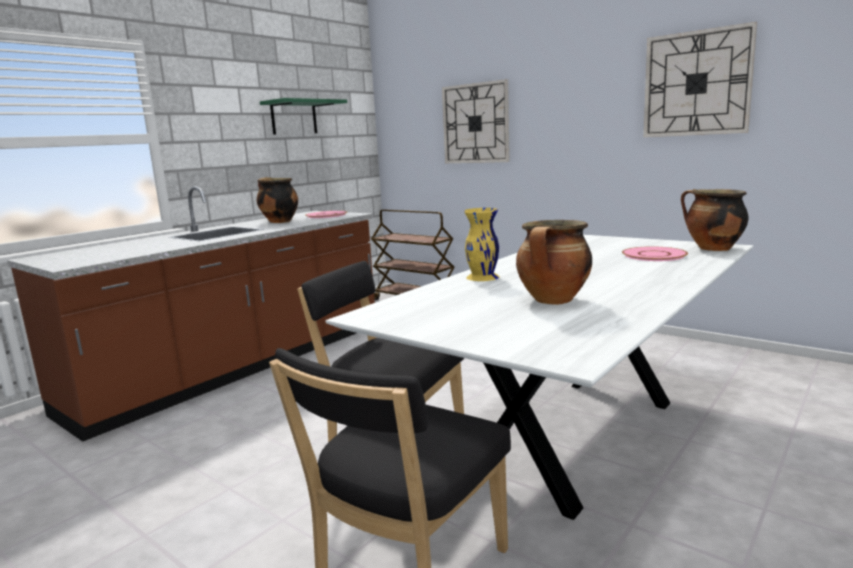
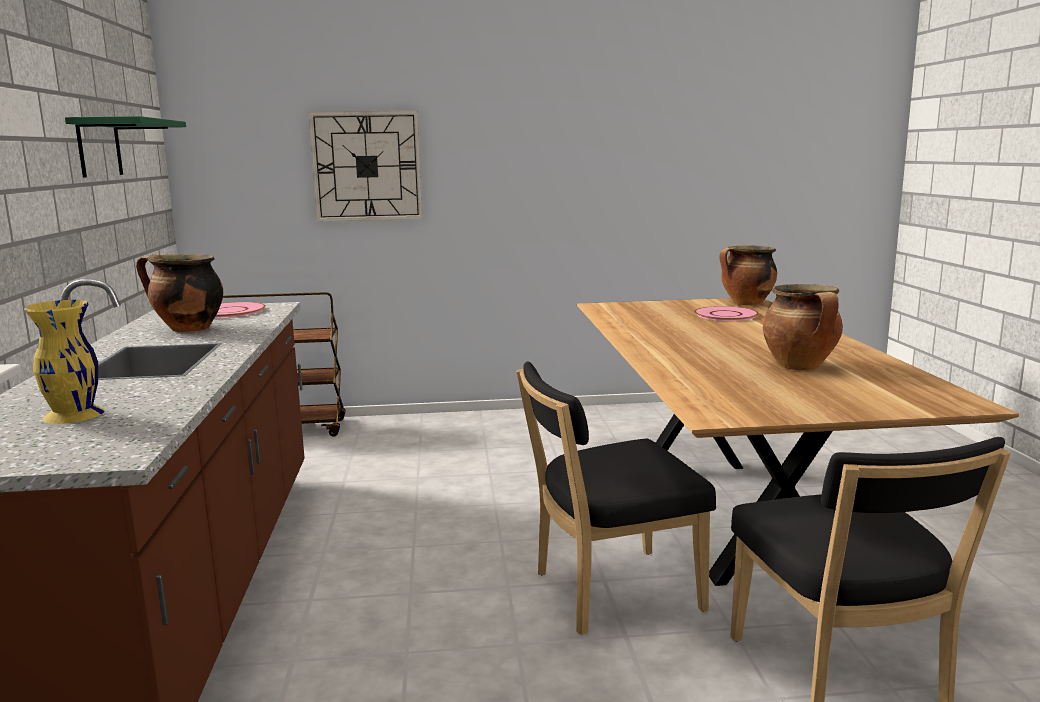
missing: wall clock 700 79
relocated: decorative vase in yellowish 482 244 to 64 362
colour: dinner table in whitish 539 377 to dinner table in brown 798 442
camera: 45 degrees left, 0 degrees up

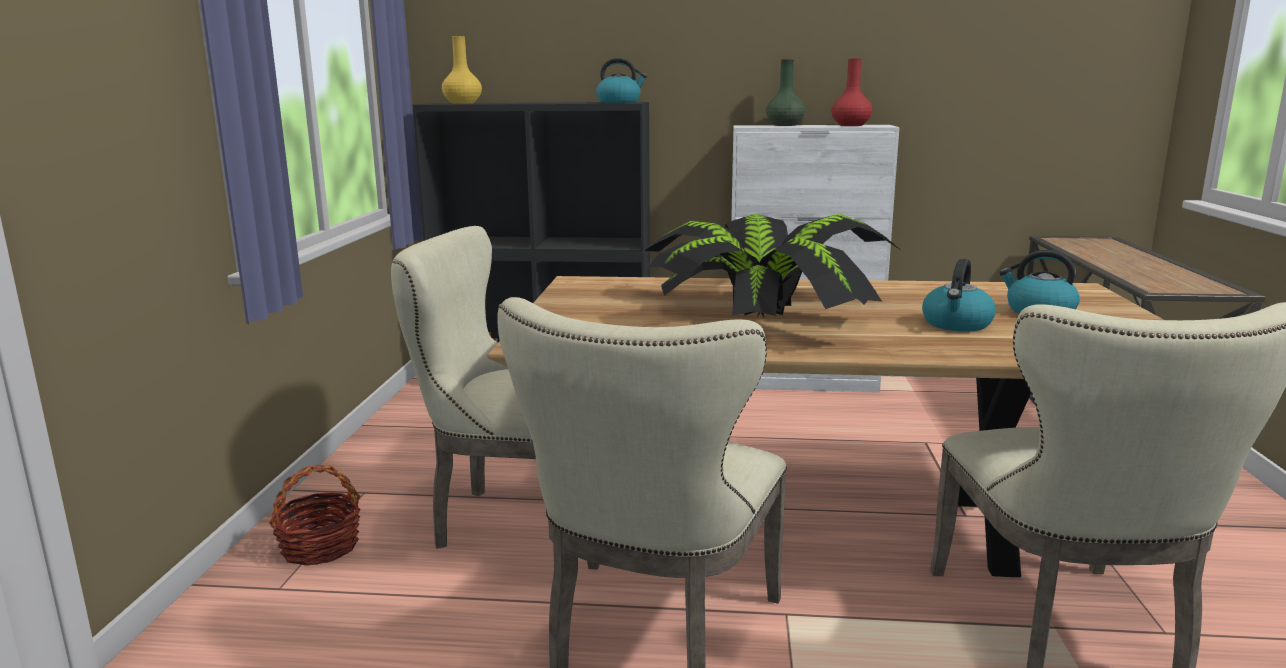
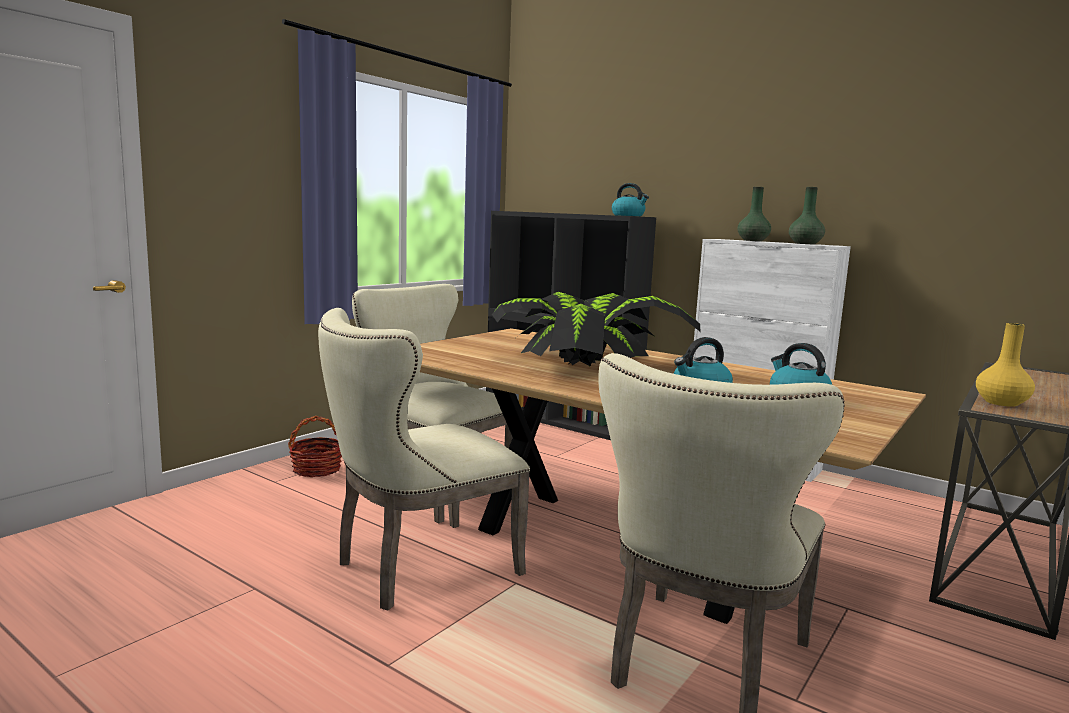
relocated: decorative vase in yellowish 462 70 to 1005 365
colour: decorative vase in red 852 92 to decorative vase in green-coloured 807 215
camera: 30 degrees right, 5 degrees down

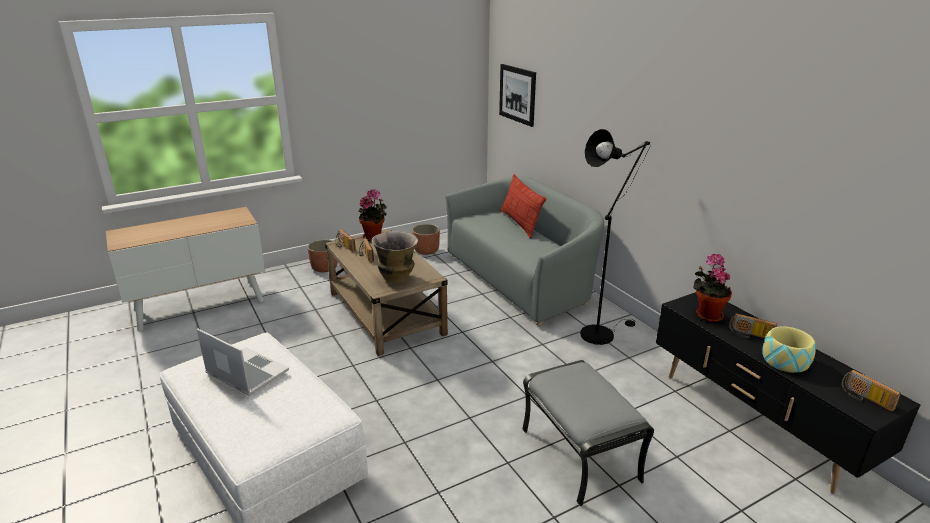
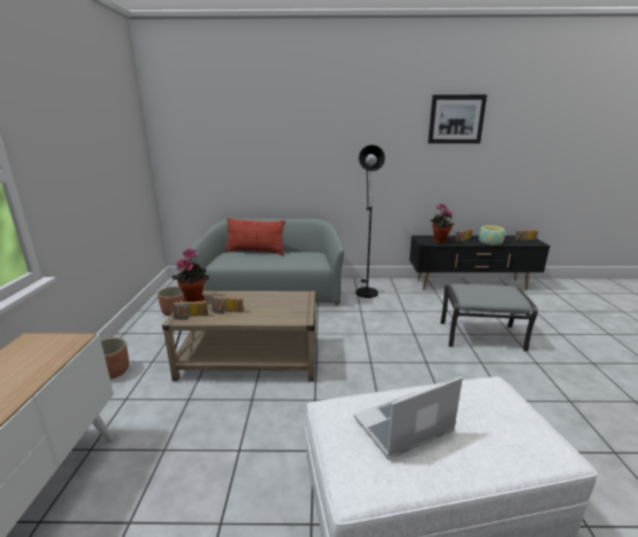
missing: decorative vase 394 257
relocated: picture 517 95 to 457 119
camera: 60 degrees left, 5 degrees down

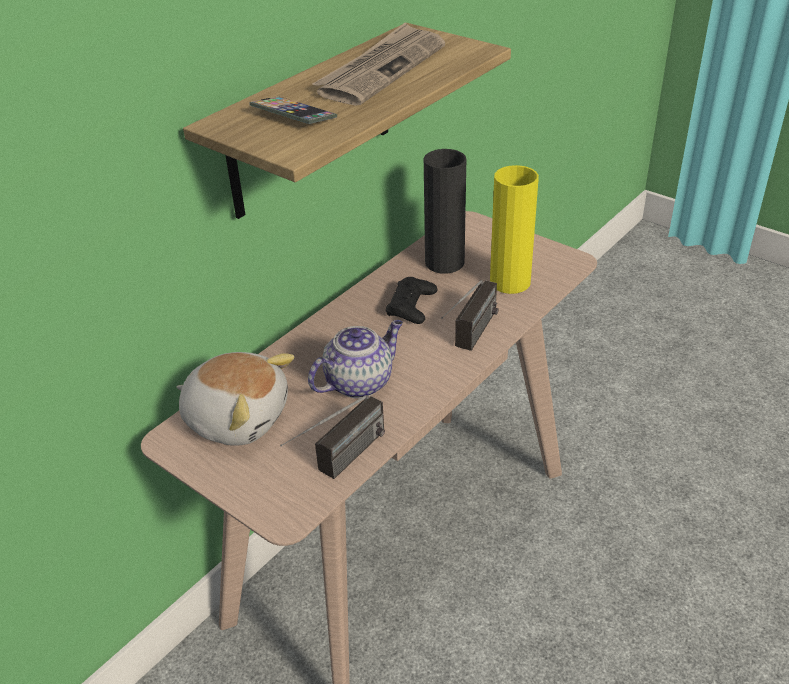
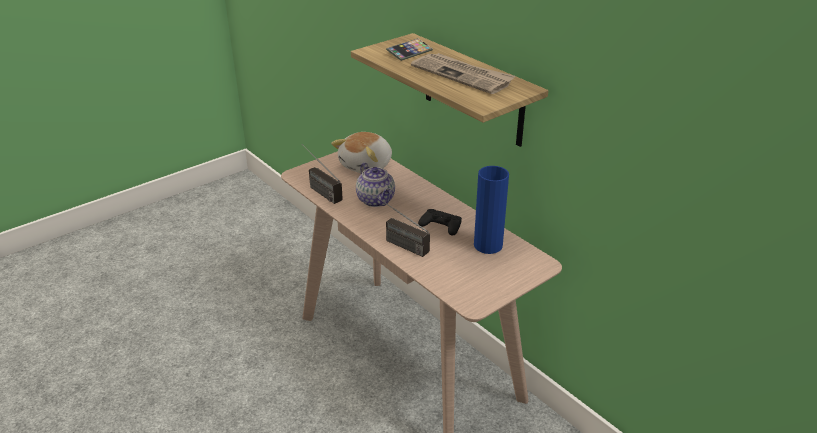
missing: decorative vase in yellowish 514 229
colour: decorative vase in blackish 445 211 to decorative vase in bluish 491 210
camera: 100 degrees right, 5 degrees down

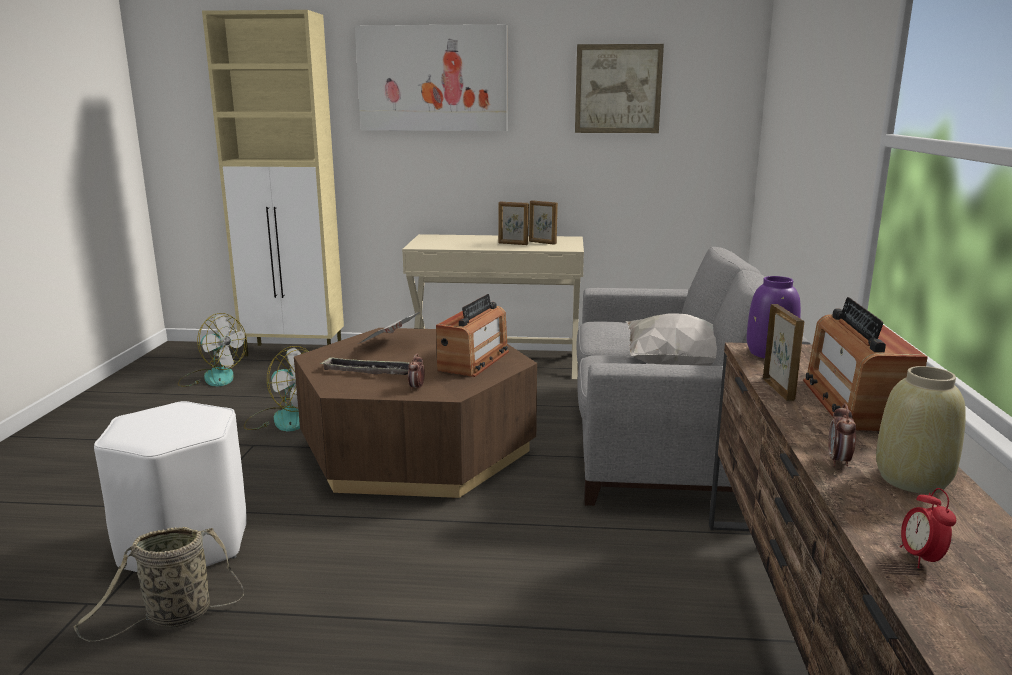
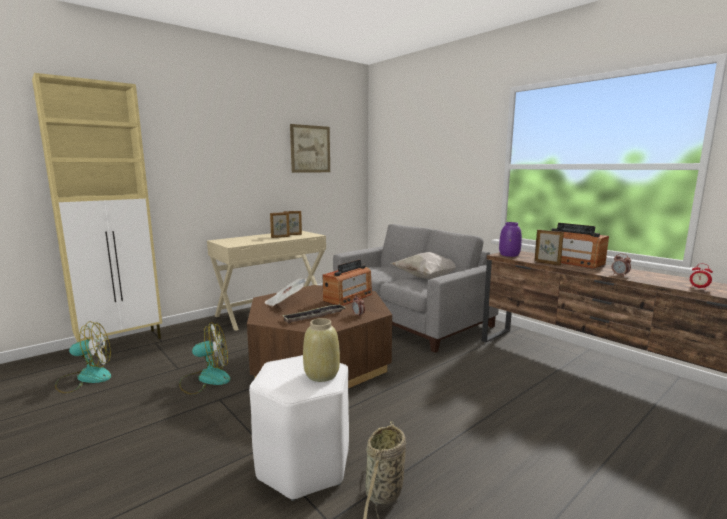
missing: picture 431 77
relocated: decorative vase in sand-coloured 921 430 to 321 350
spun: radio set 472 335 = 347 283 60 degrees clockwise
camera: 45 degrees left, 5 degrees down

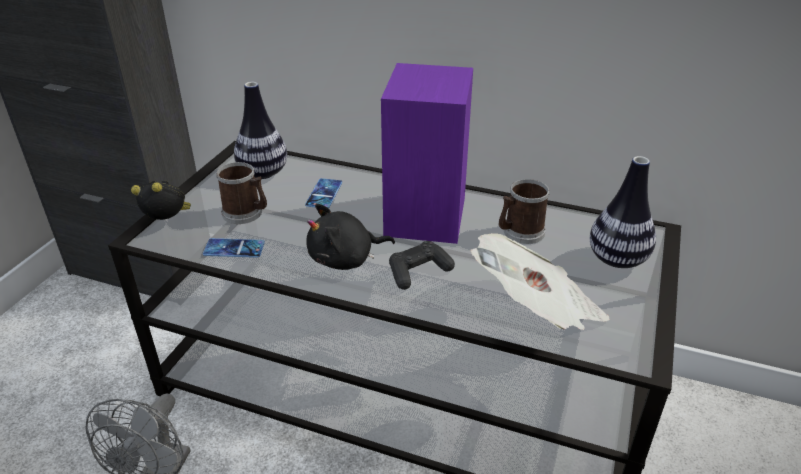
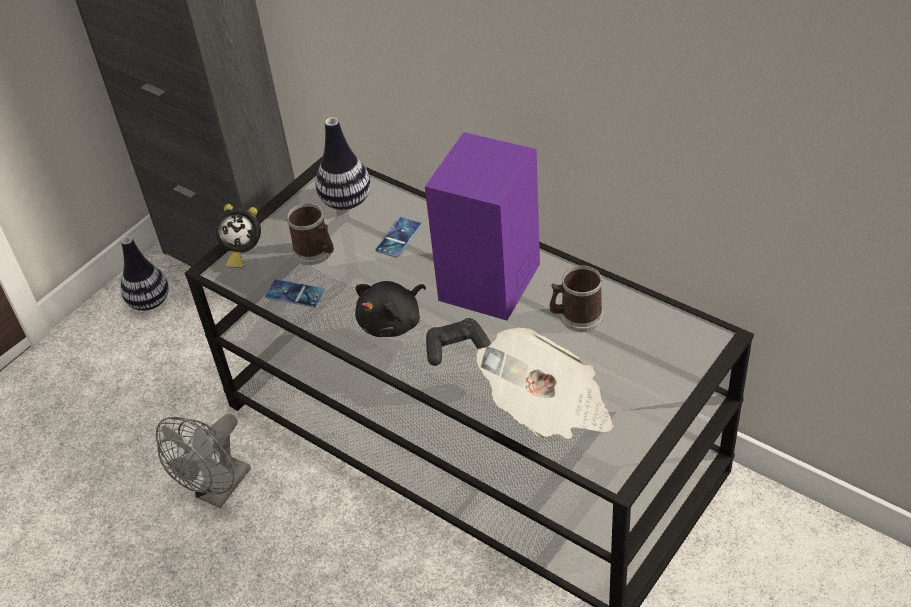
relocated: decorative vase 623 212 to 144 273
spun: bedside clock 161 200 = 238 236 150 degrees clockwise; plush toy in blackish 350 237 = 390 309 45 degrees counterclockwise
camera: 20 degrees right, 10 degrees up

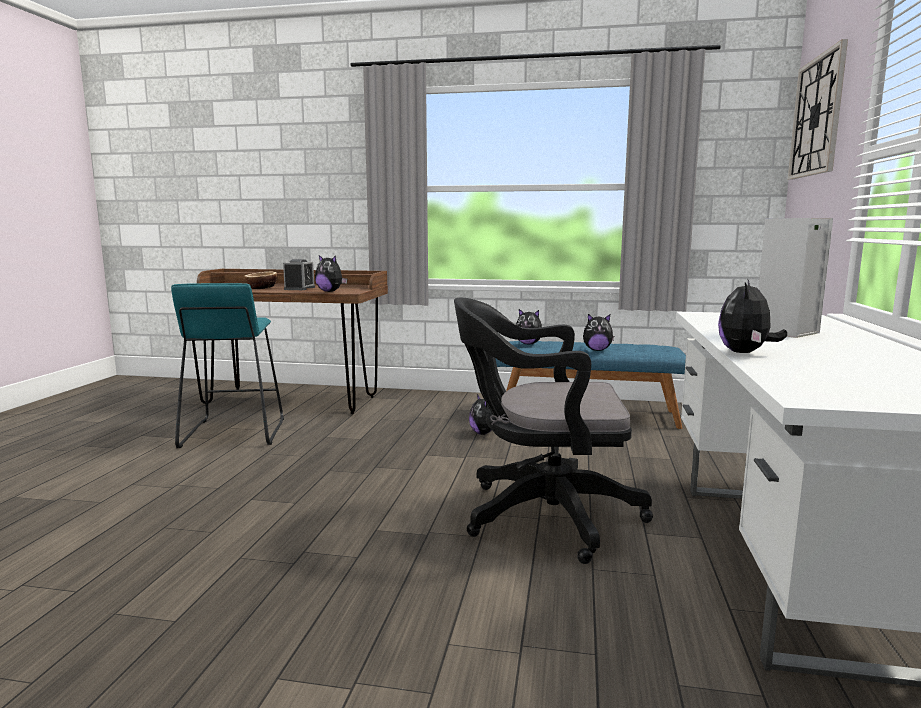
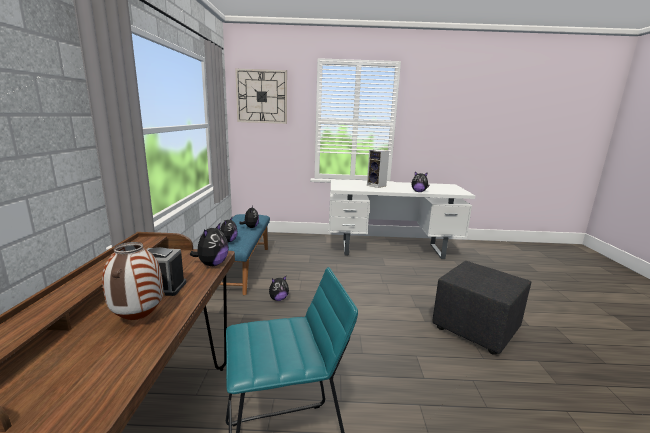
missing: computer chair in blackish 553 431
appeared: pouffe in blackish 482 308
exchanged: serving bowl 260 280 to decorative vase 132 281
camera: 100 degrees left, 5 degrees up

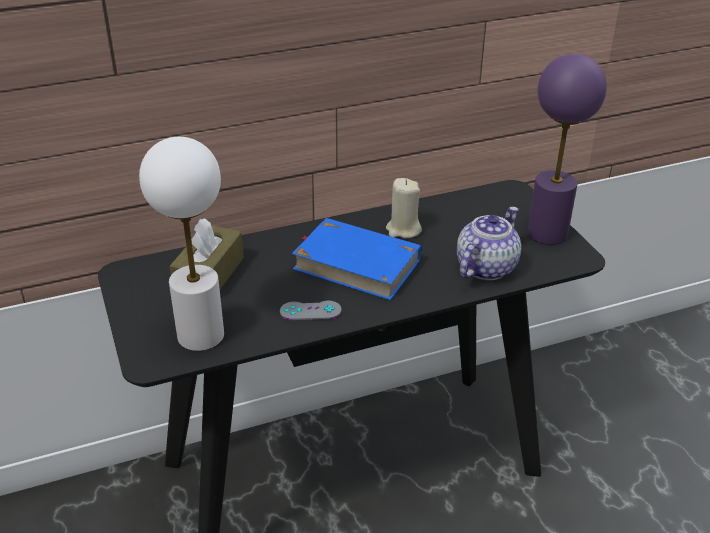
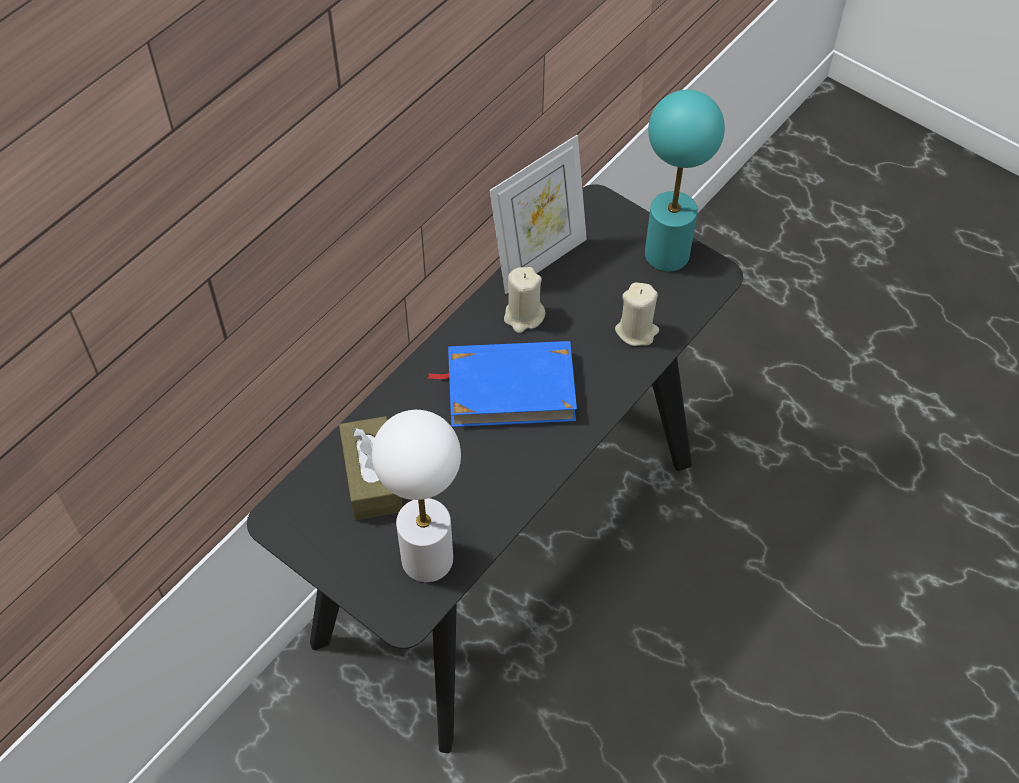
missing: game controller in greyish 311 310
appeared: photo frame 538 214
exchanged: pot for tea 489 243 to candle in sand-coloured 637 314
colour: tabletop lamp in purplish 567 149 to tabletop lamp in blue-green 685 181
camera: 30 degrees left, 20 degrees up

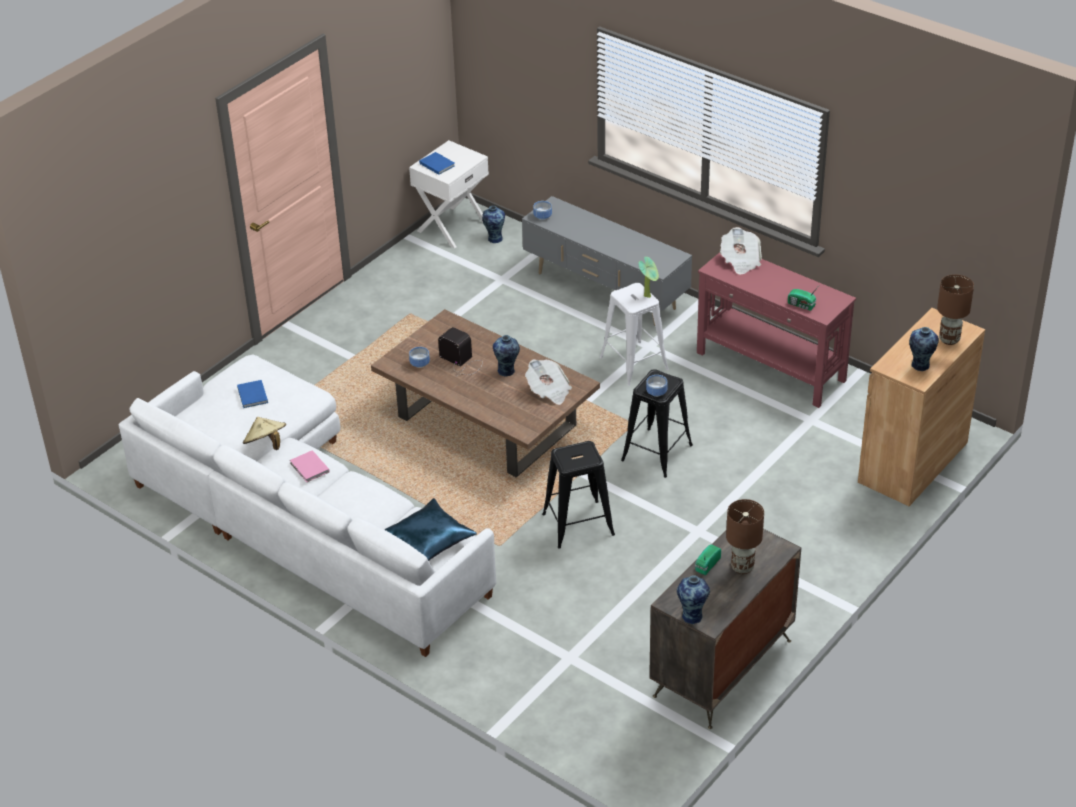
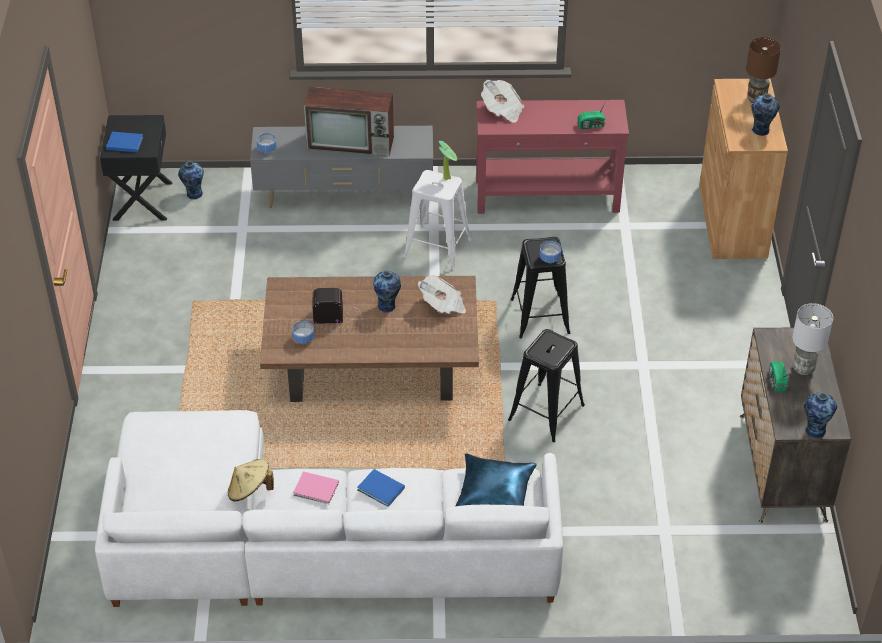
appeared: TV 349 121
relocated: book in bluish 252 394 to 381 488
colour: night table in whitish 449 194 to night table in blackish 136 168; tabletop lamp in brown 745 536 to tabletop lamp in whitish 812 339
camera: 40 degrees left, 5 degrees up

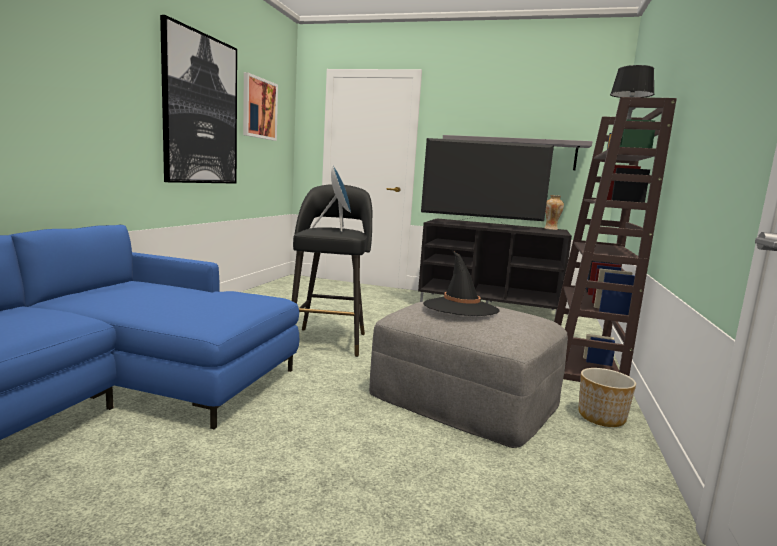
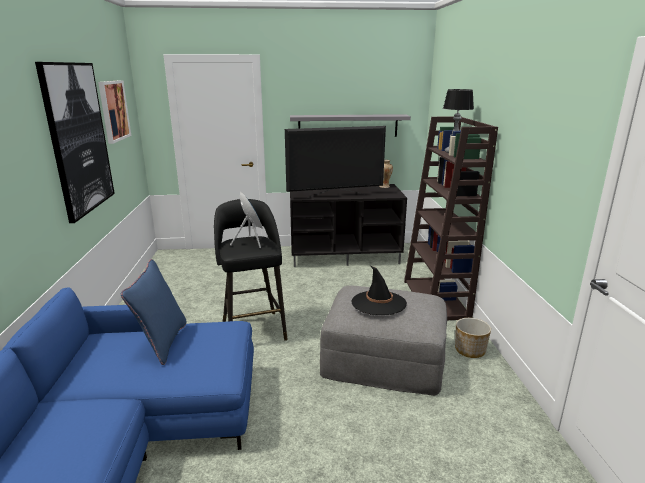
appeared: cushion in bluish 154 312
camera: 20 degrees left, 10 degrees up

